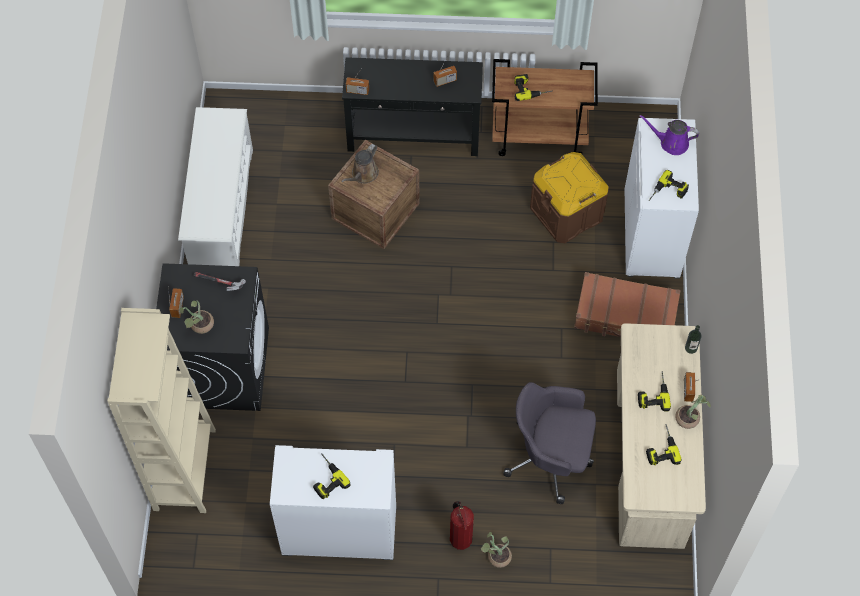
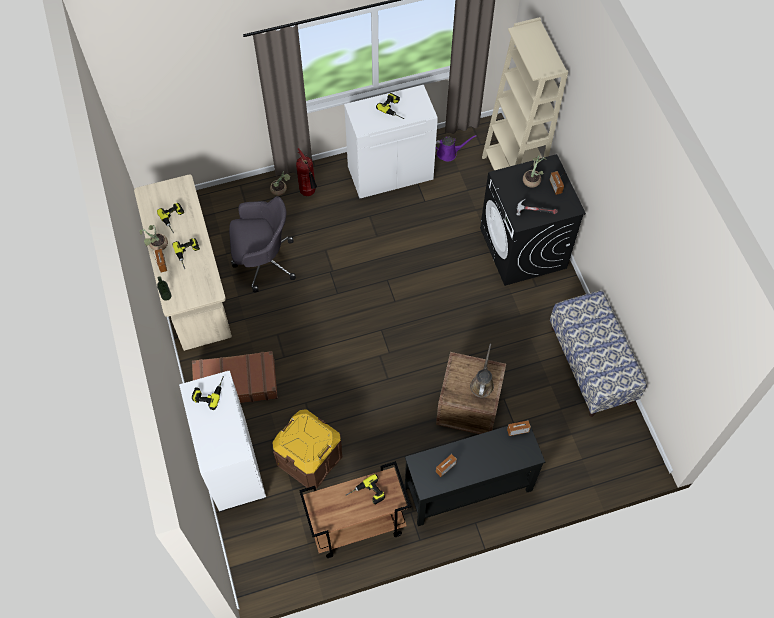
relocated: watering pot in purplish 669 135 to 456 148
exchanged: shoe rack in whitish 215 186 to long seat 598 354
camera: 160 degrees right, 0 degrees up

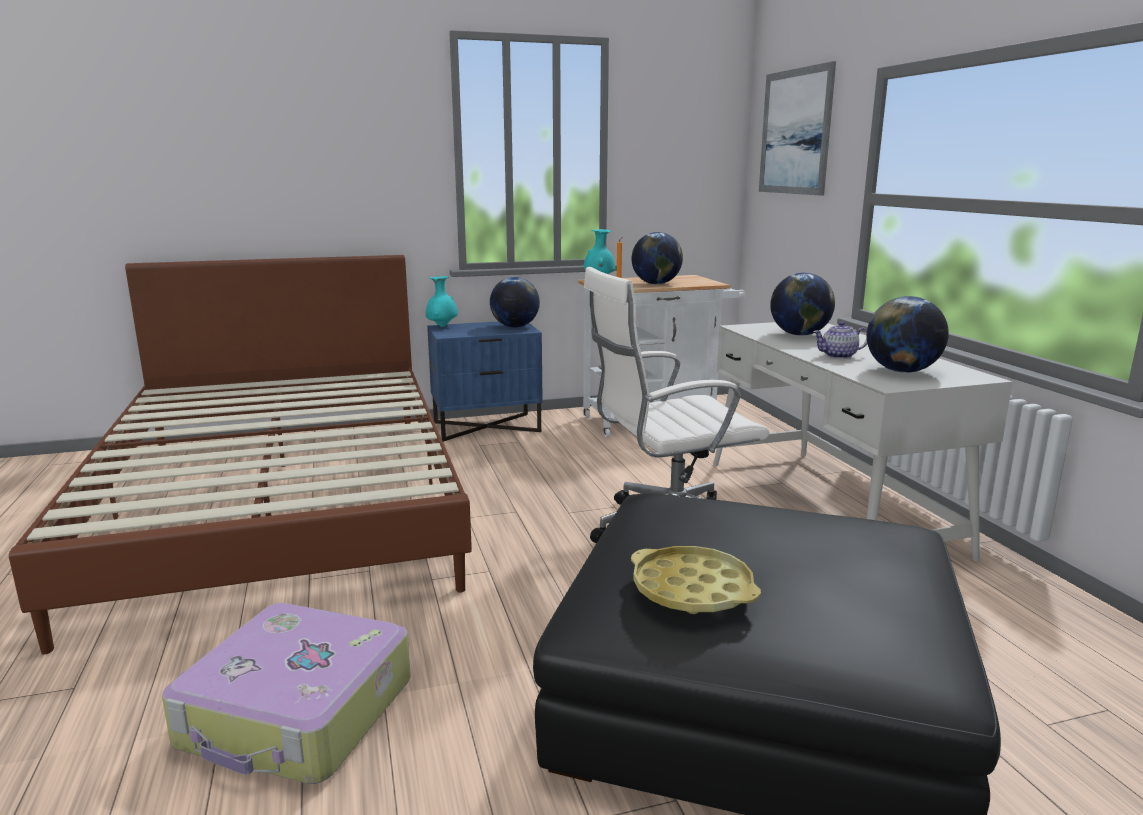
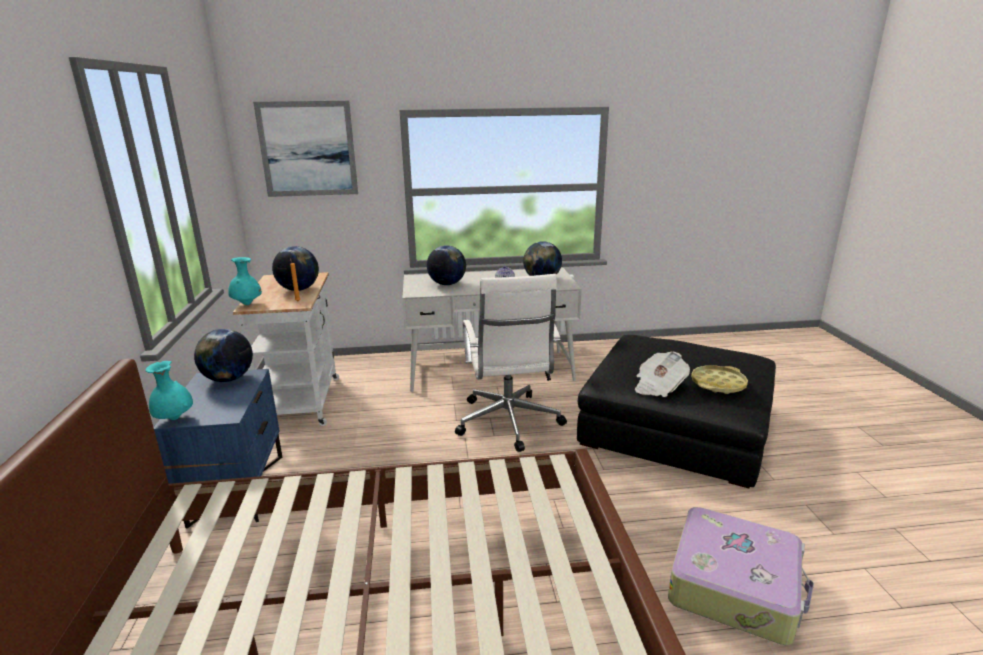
appeared: daily paper 662 374
camera: 80 degrees left, 5 degrees up

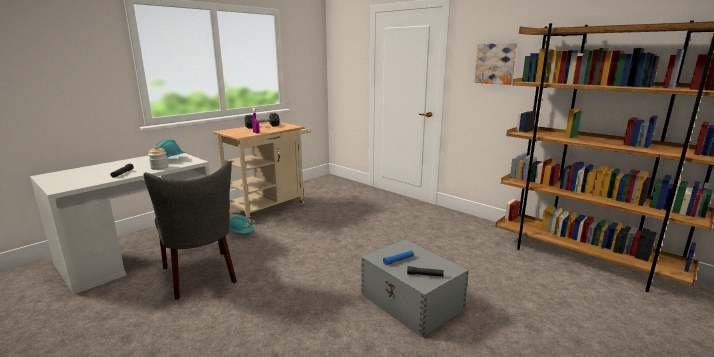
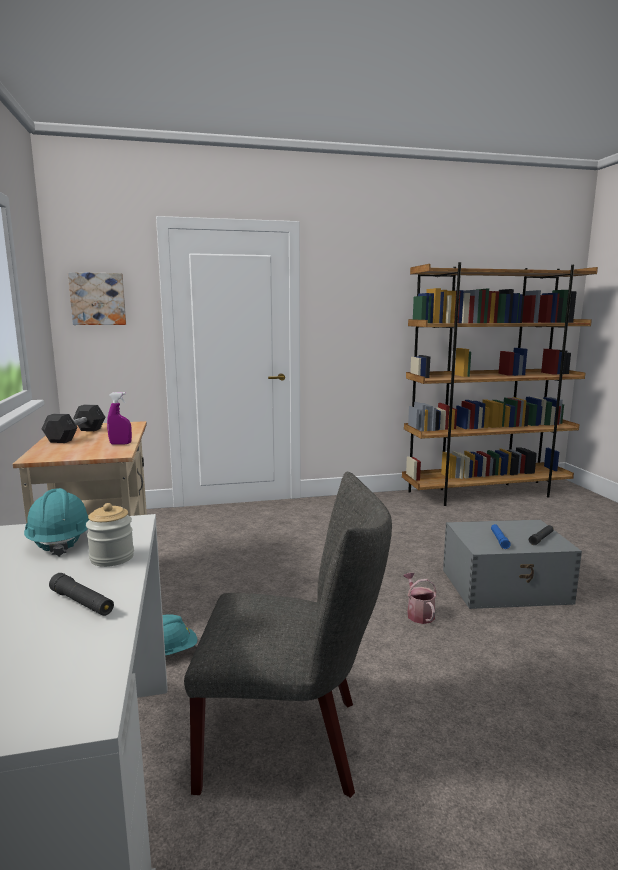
appeared: watering pot 420 598
relocated: picture 495 64 to 97 298
camera: 55 degrees left, 5 degrees down

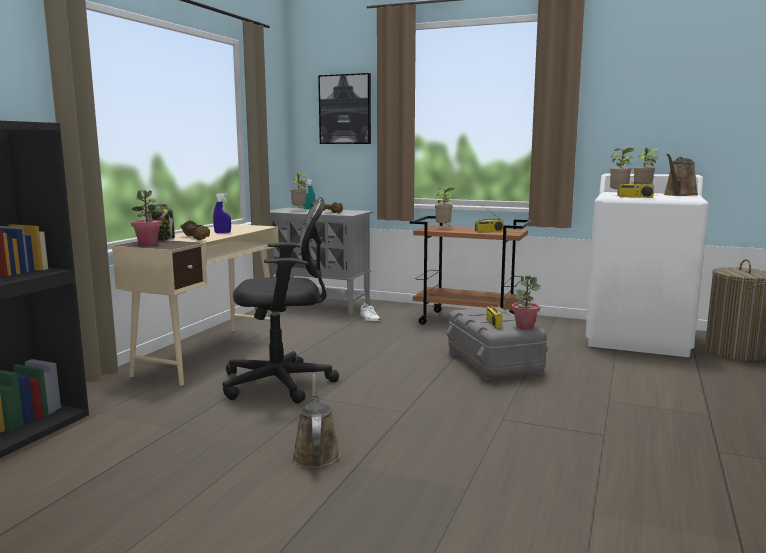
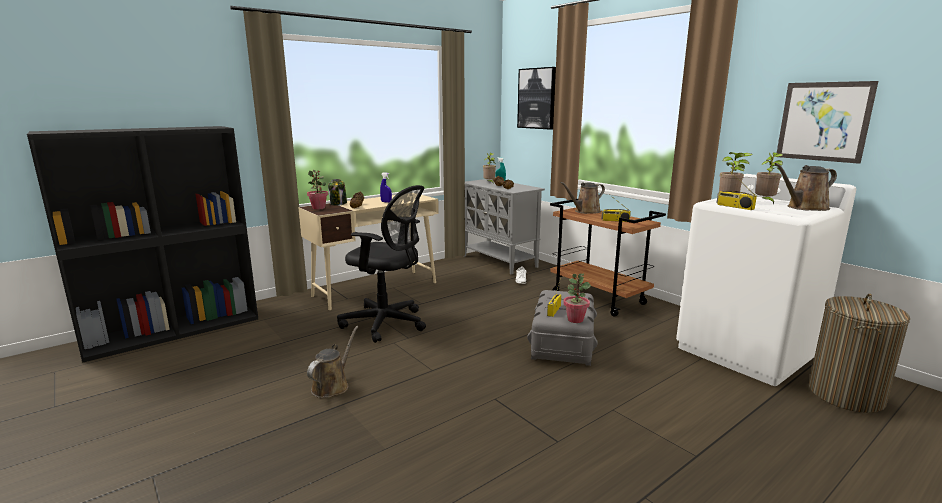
appeared: picture 827 122
exchanged: houseplant 444 207 to watering pot in brown 582 198
camera: 30 degrees right, 5 degrees up

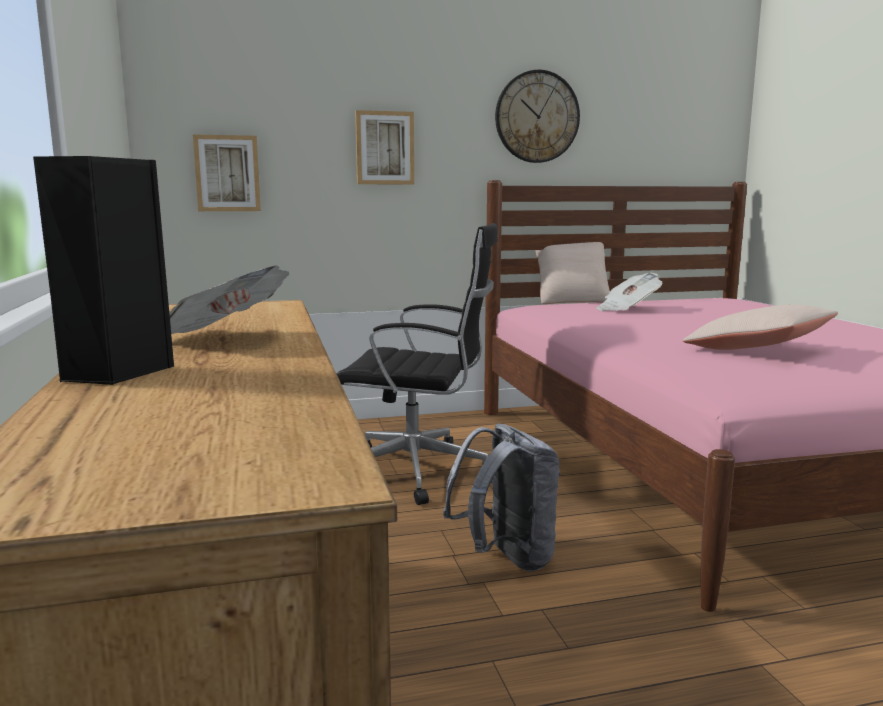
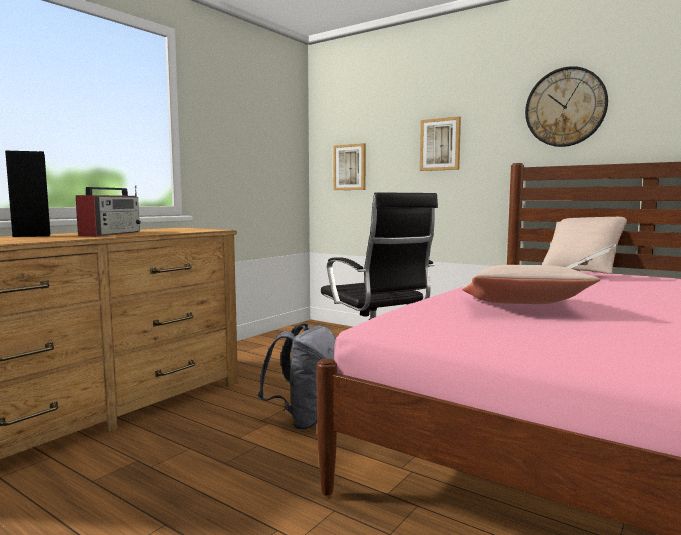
exchanged: daily paper 229 299 to radio set 108 210
camera: 50 degrees right, 5 degrees down

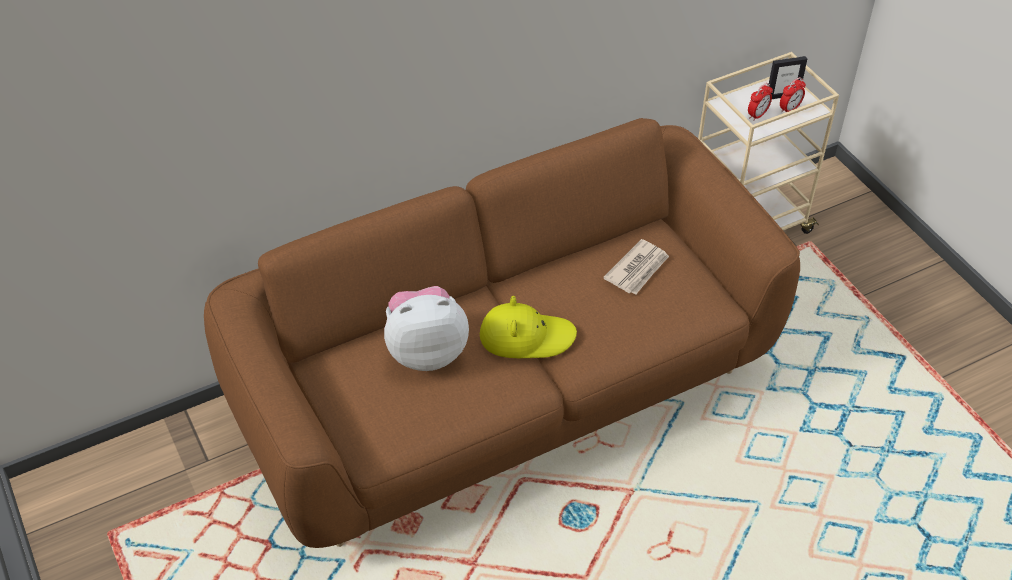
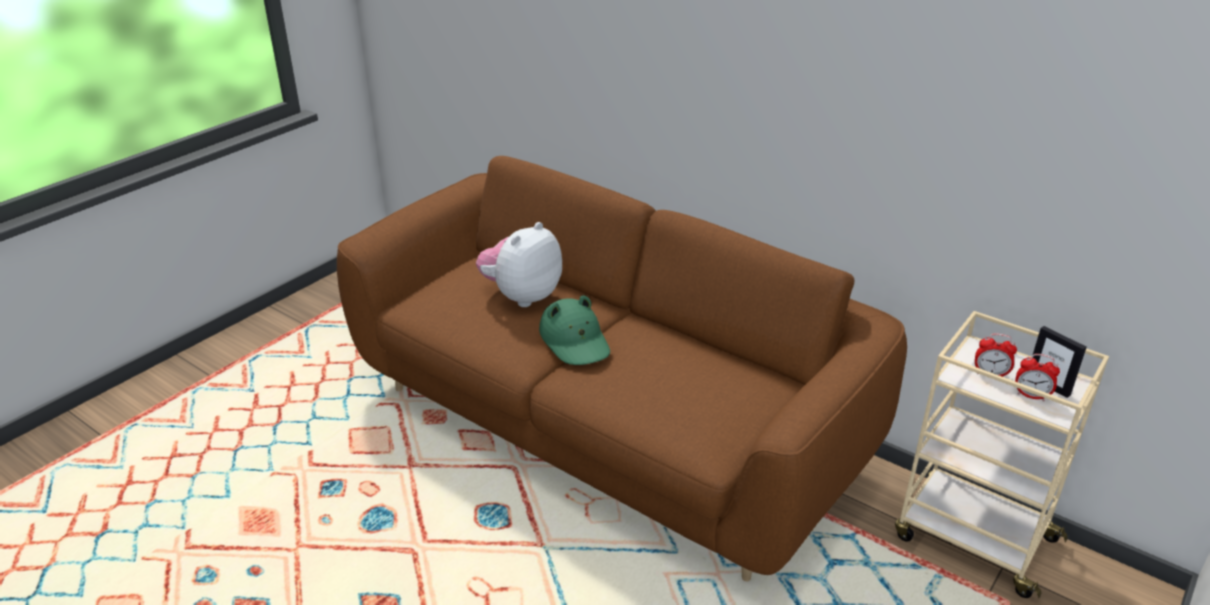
missing: daily paper 636 266
colour: hat in yellowish 528 327 to hat in green-coloured 574 330
spun: plush toy 426 328 = 519 264 105 degrees counterclockwise
camera: 65 degrees right, 15 degrees down

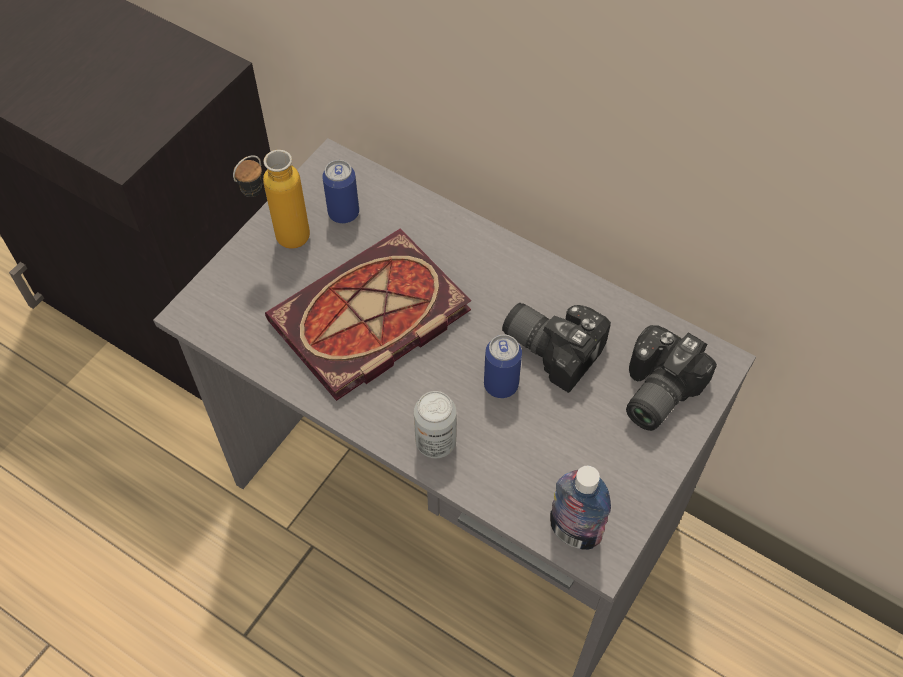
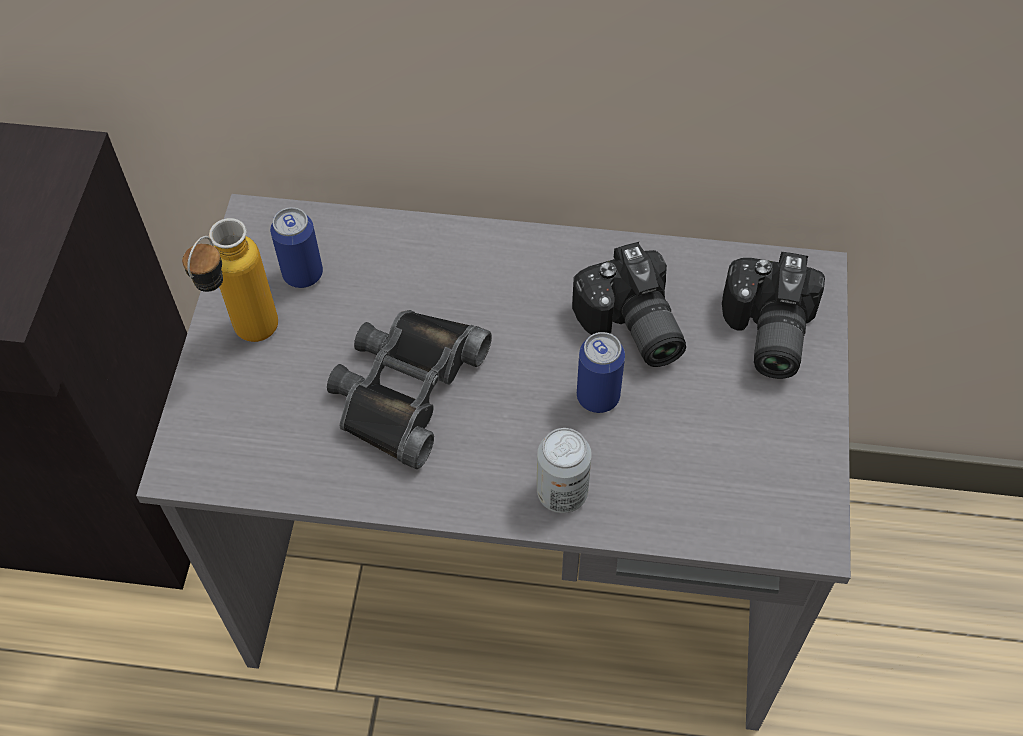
missing: bottle 580 508
exchanged: book 368 314 to pair of binoculars in blackish 409 389
spun: still camera 556 348 = 629 304 120 degrees counterclockwise
camera: 25 degrees left, 0 degrees up

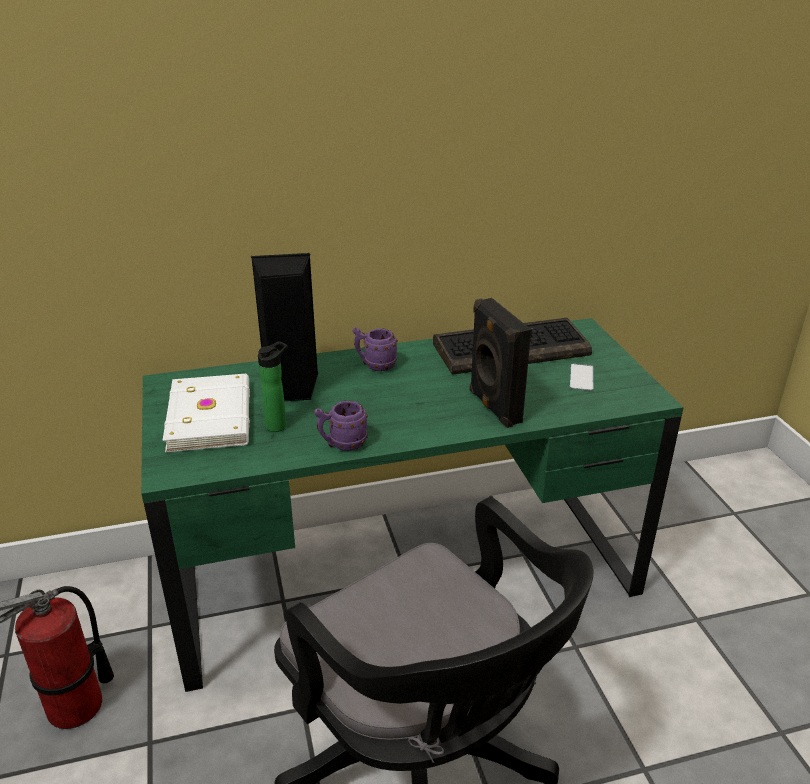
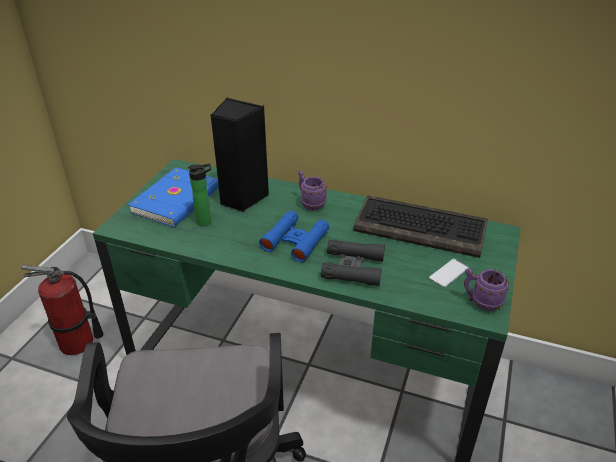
appeared: pair of binoculars in bluish 294 236
relocated: mug in purplish 341 426 to 486 289
exchanged: loudspeaker in blackish 500 363 to pair of binoculars in blackish 353 263
colour: book in whitish 206 413 to book in bluish 173 197
camera: 35 degrees right, 5 degrees up

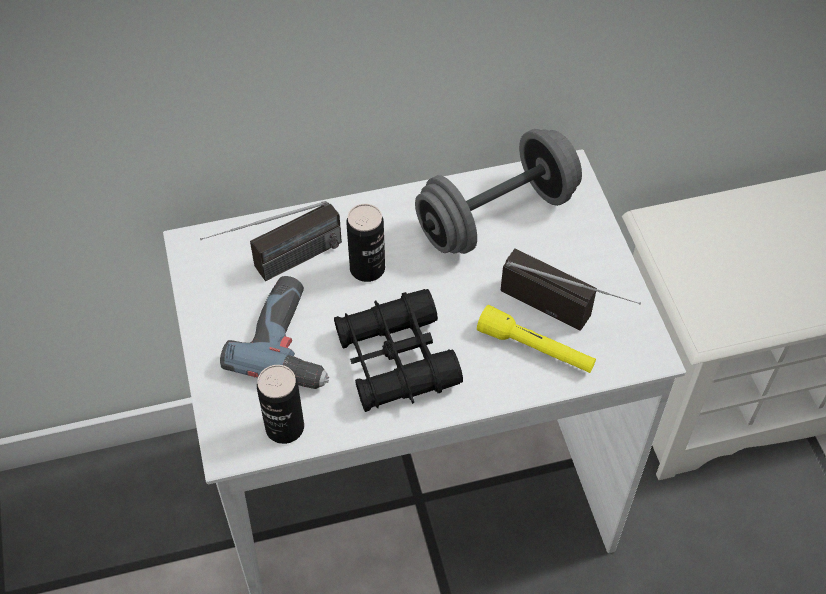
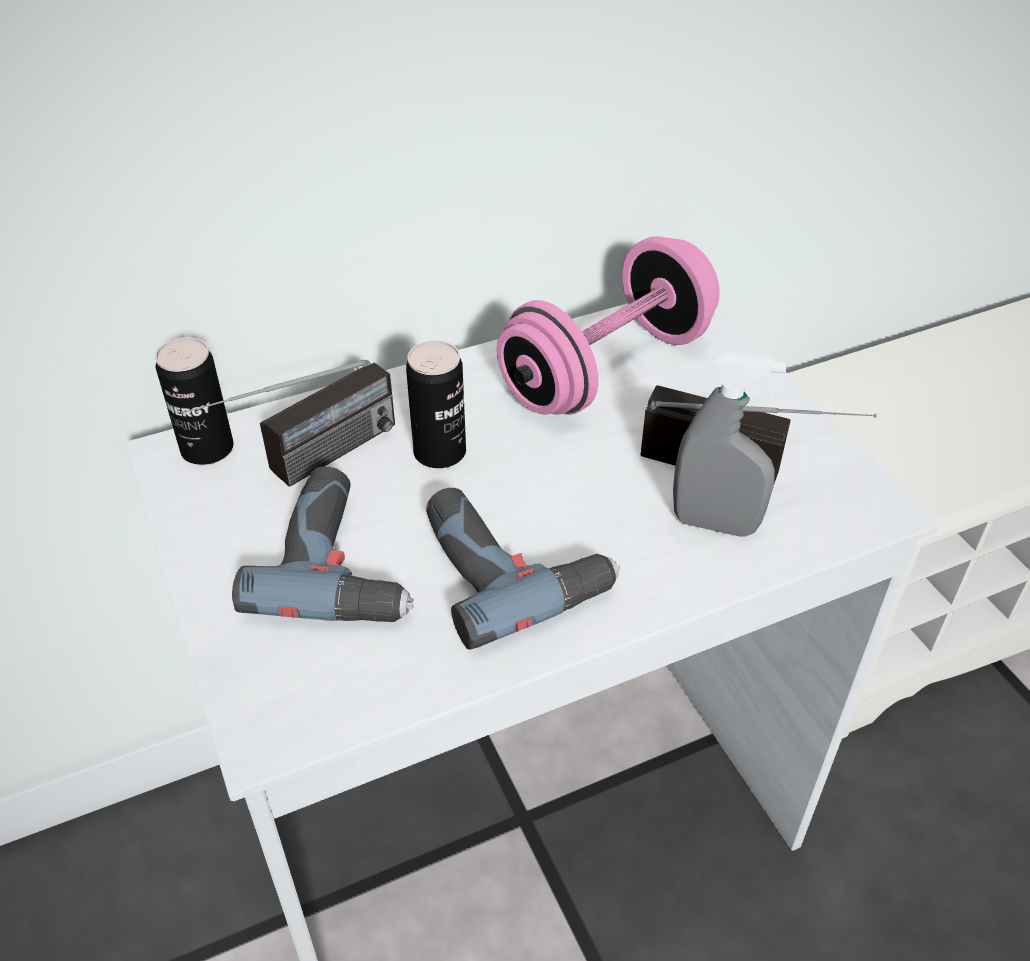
relocated: sealed can 280 404 to 194 401
exchanged: pair of binoculars in blackish 398 350 to electric drill 523 569; torch in yellowish 536 339 to spray bottle in greyish 730 444
colour: dumbbell in greyish 498 191 to dumbbell in pinkish 608 325
camera: 10 degrees left, 10 degrees down

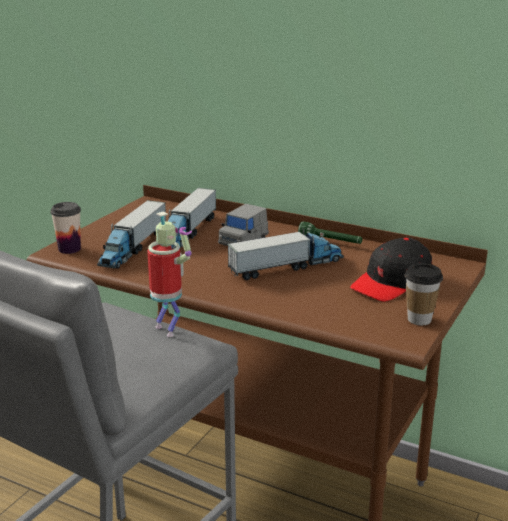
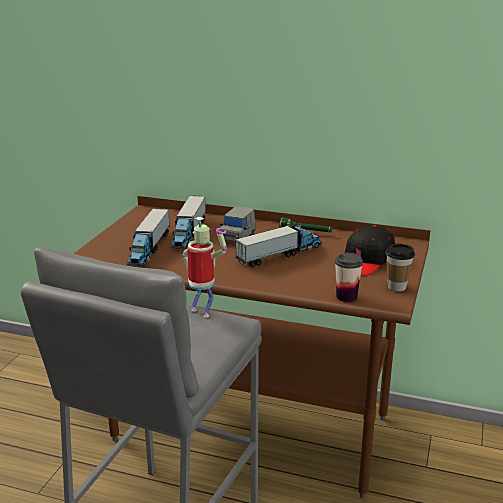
relocated: cup 66 228 to 349 277
camera: 10 degrees left, 0 degrees up

